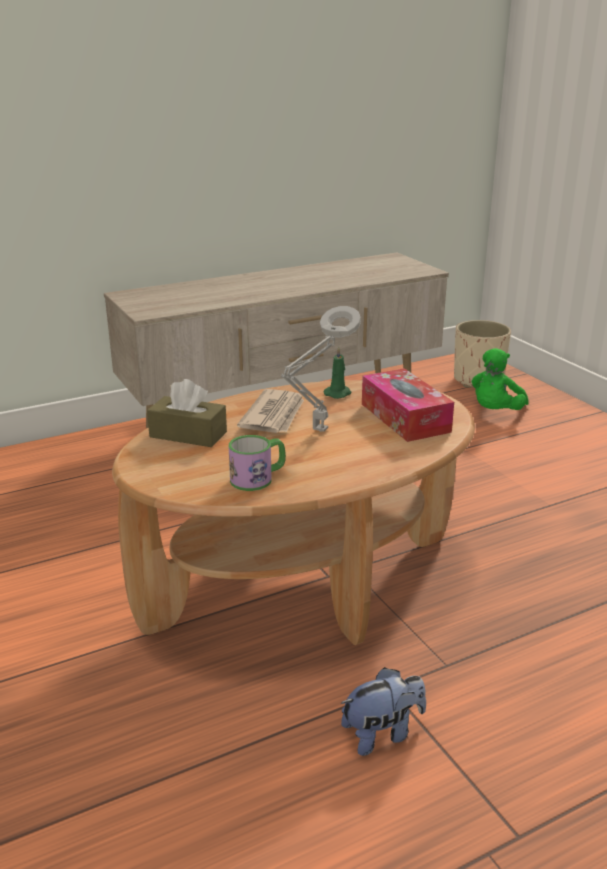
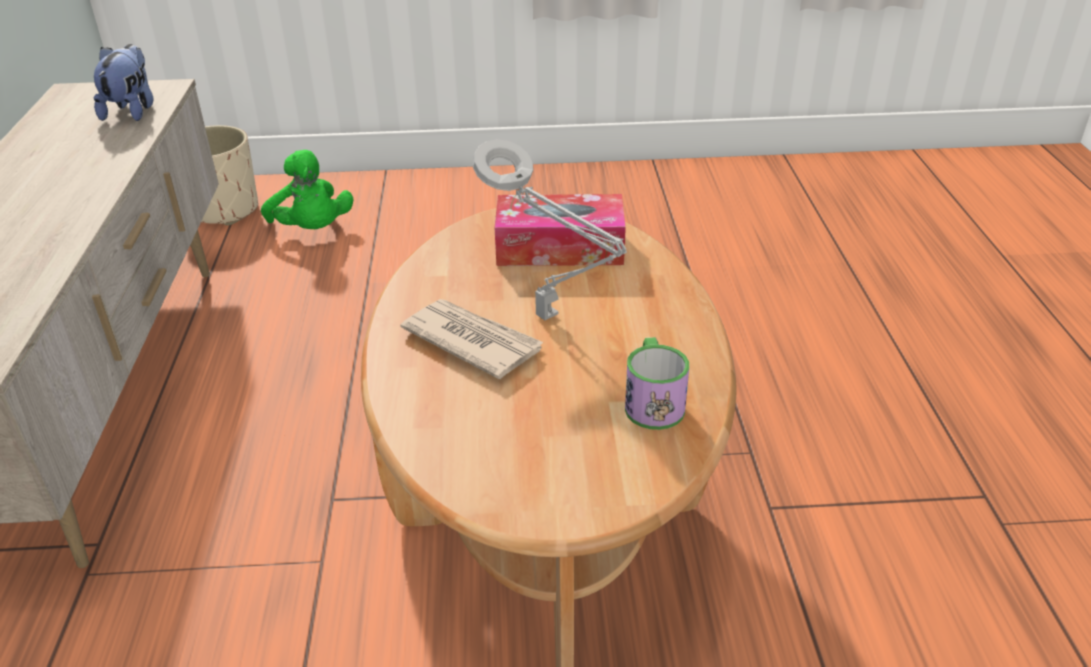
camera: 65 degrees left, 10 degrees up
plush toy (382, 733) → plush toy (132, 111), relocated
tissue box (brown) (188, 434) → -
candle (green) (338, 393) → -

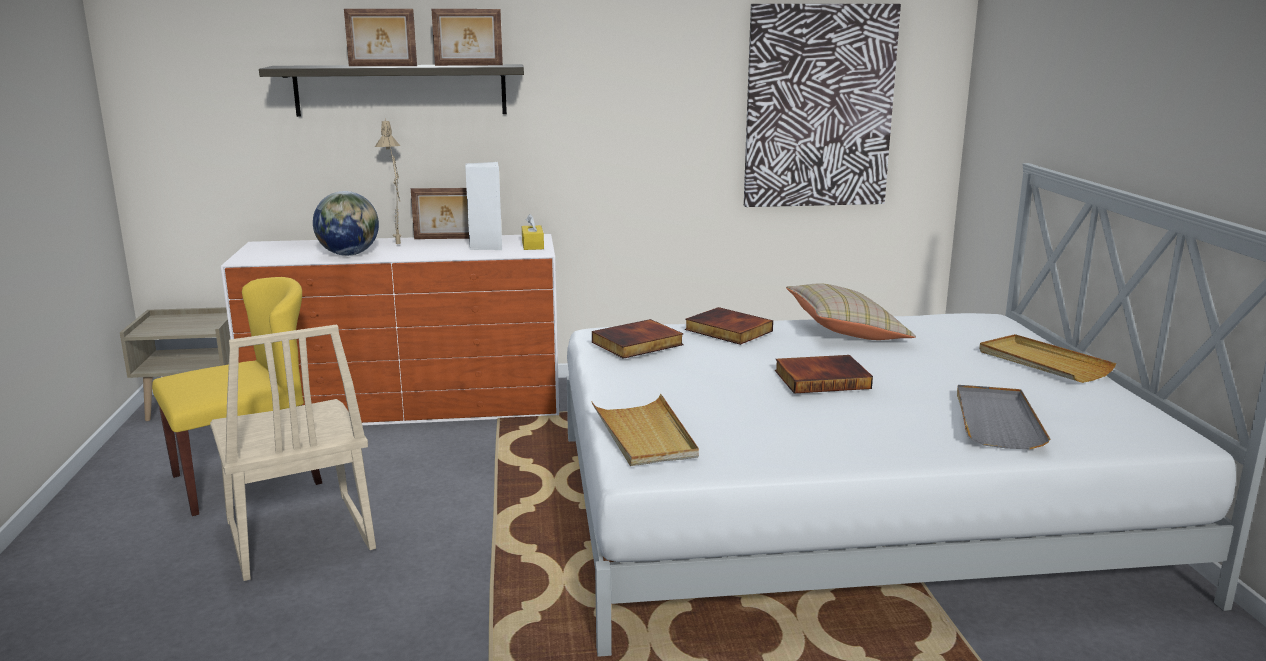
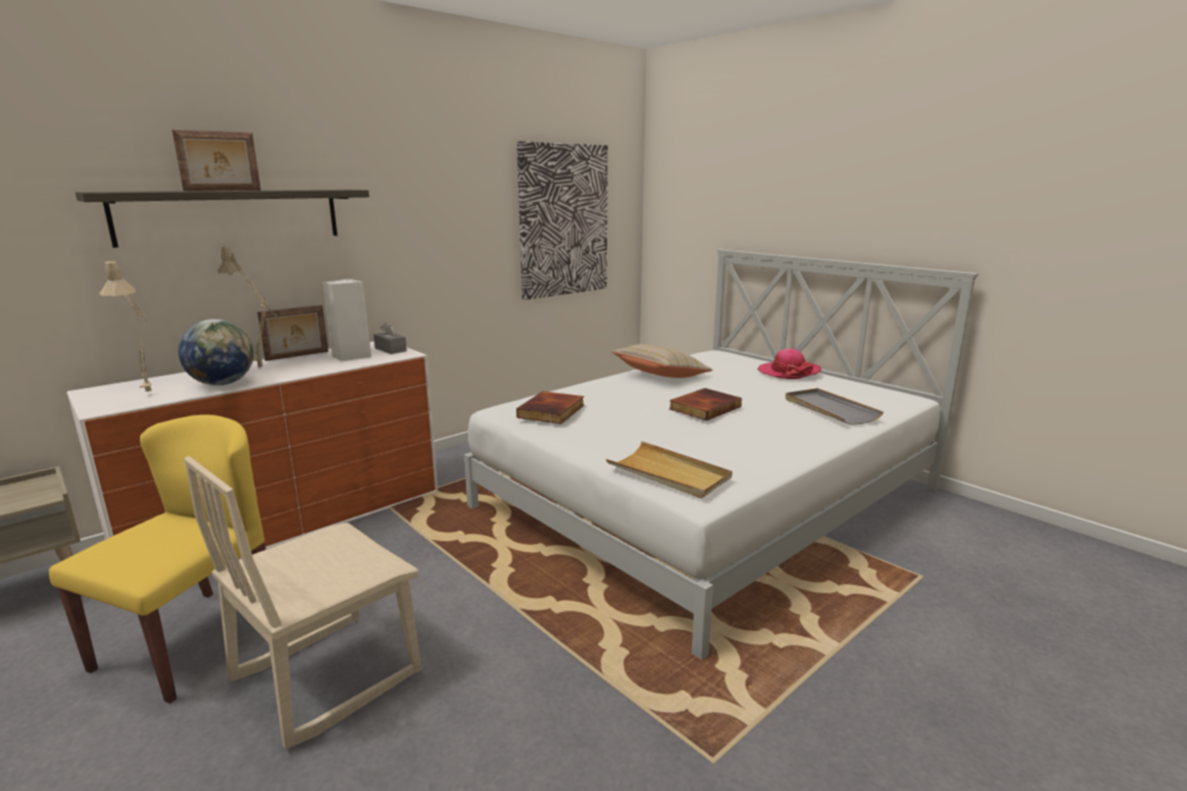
camera: 35 degrees left, 0 degrees up
- → table lamp (beige) (150, 391)
chair (beige) (297, 538) → chair (beige) (326, 675), 105 degrees clockwise
tissue box (yellow) (532, 245) → tissue box (grey) (390, 349)
tray (beige) (1042, 362) → hat (788, 372)
picture frame (468, 65) → -
book (727, 330) → -

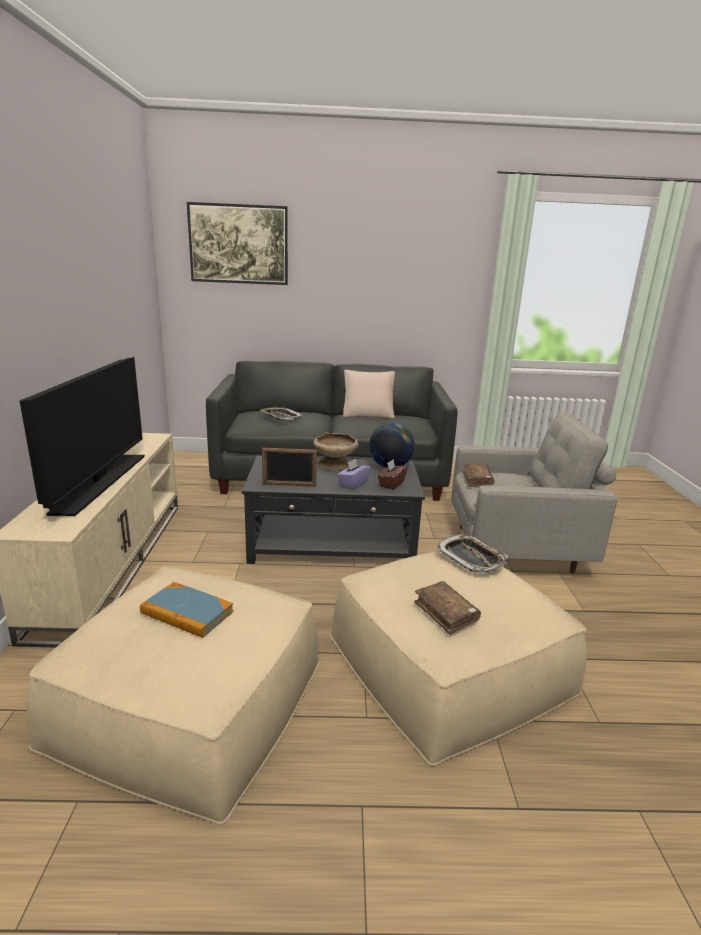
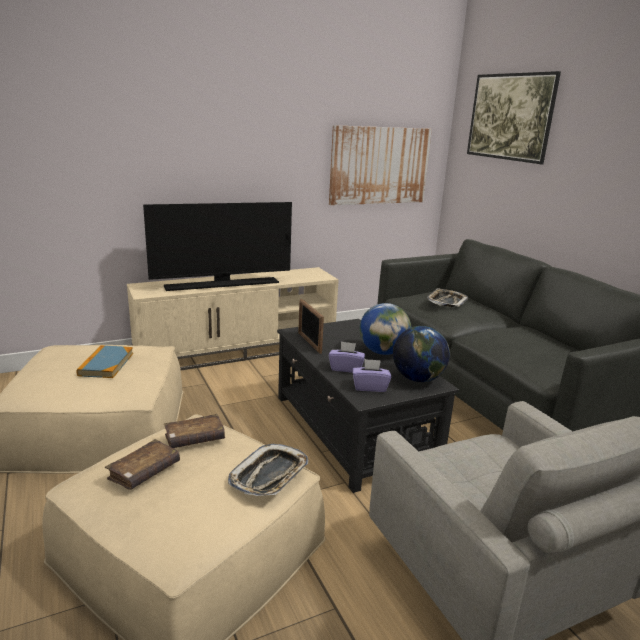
camera: 65 degrees right, 0 degrees up
book (brown) (477, 480) → book (brown) (194, 439), relocated
- → picture (379, 165)
tissue box (brown) (391, 484) → tissue box (purple) (370, 387)
bowl (beige) (335, 465) → globe (383, 352)
pillow (beige) (368, 414) → -

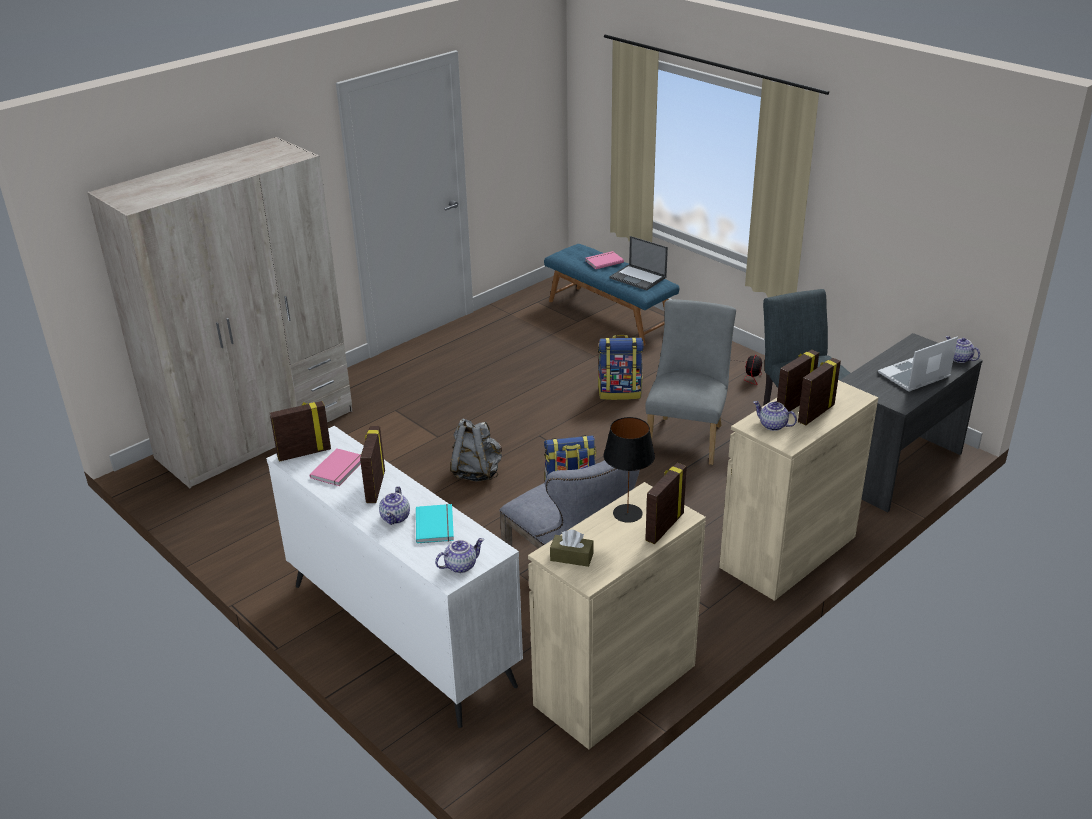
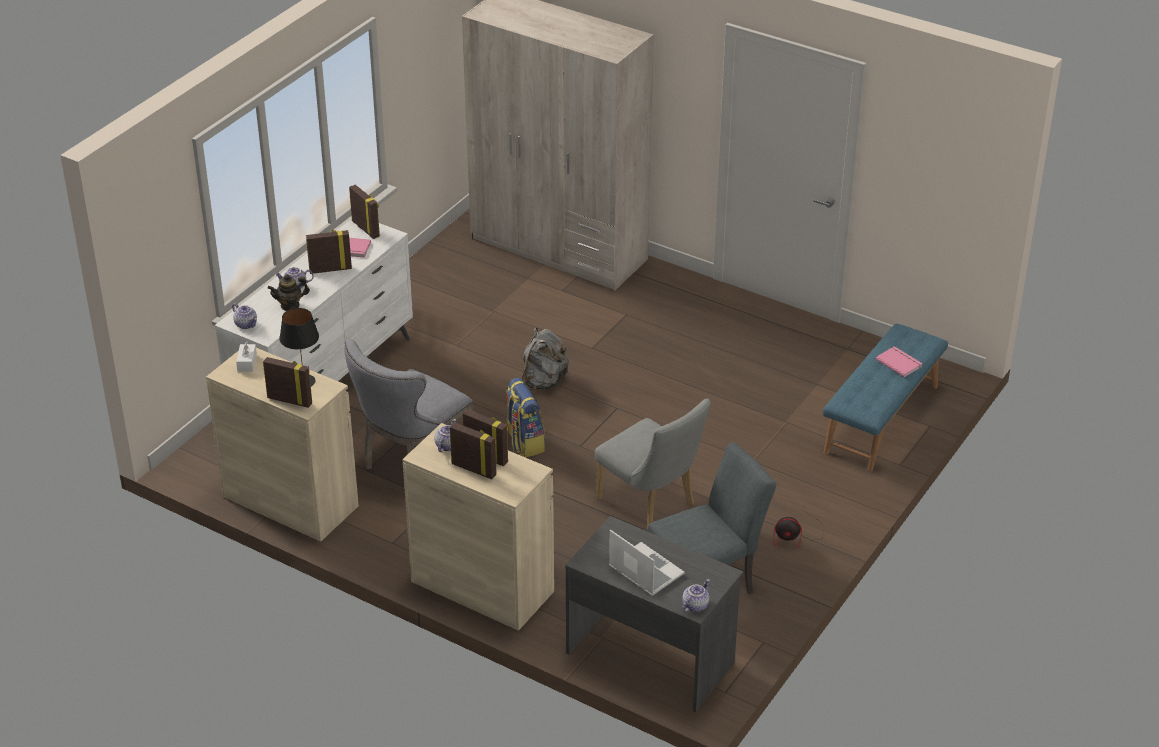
camera: 75 degrees right, 5 degrees up
tissue box (brown) (571, 557) → tissue box (white) (247, 363)
book (turquoise) (436, 525) → teapot (290, 305)
chair (grey) (687, 437) → chair (grey) (651, 504), 45 degrees clockwise
backpack (620, 392) → -
laptop (638, 278) → -

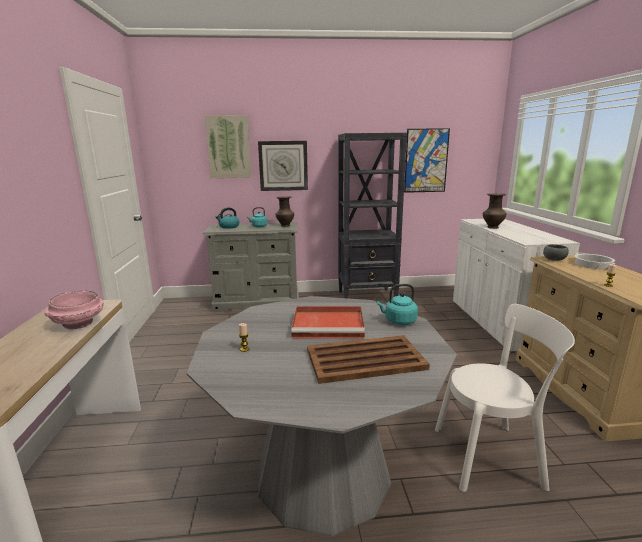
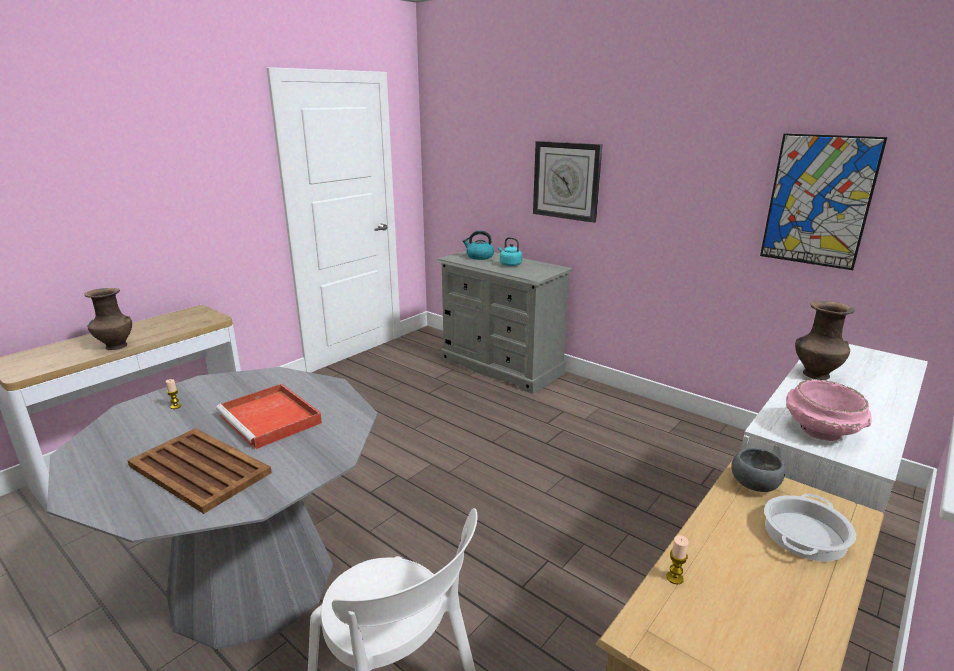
camera: 45 degrees right, 5 degrees up
vase (brown) (285, 226) → vase (brown) (115, 346), relocated
bowl (pink) (79, 324) → bowl (pink) (821, 430), relocated
picture (229, 147) → -
bookcase (black) (367, 297) → -
kettle (turquoise) (398, 321) → -

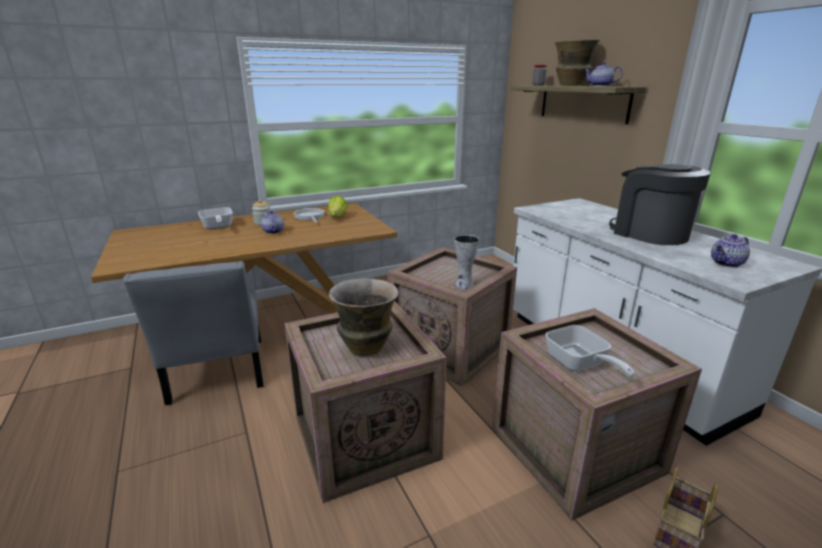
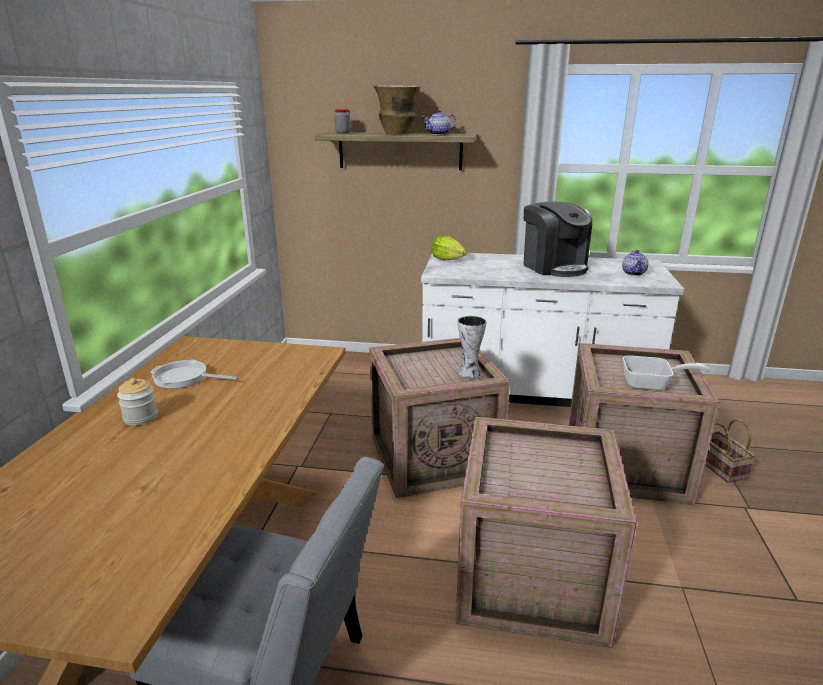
camera: 55 degrees left, 0 degrees up
lettuce (337, 217) → lettuce (447, 259), relocated
coffee machine (649, 233) → coffee machine (554, 267), 120 degrees counterclockwise
frying pan (217, 227) → -
teapot (273, 231) → -
vase (366, 347) → -

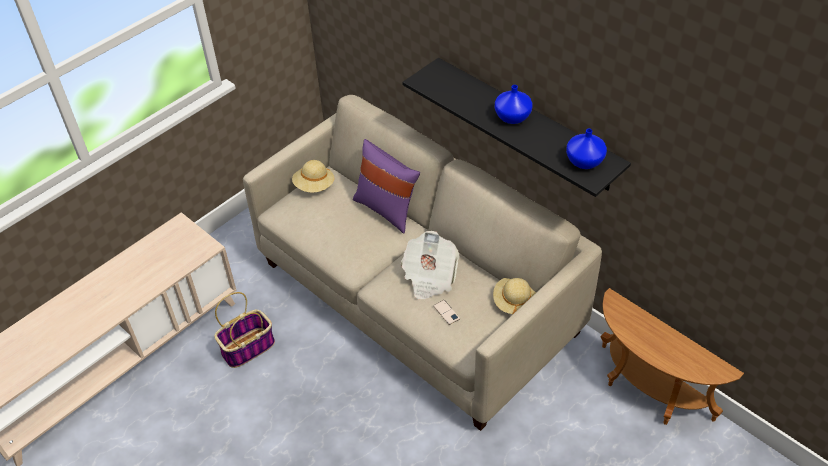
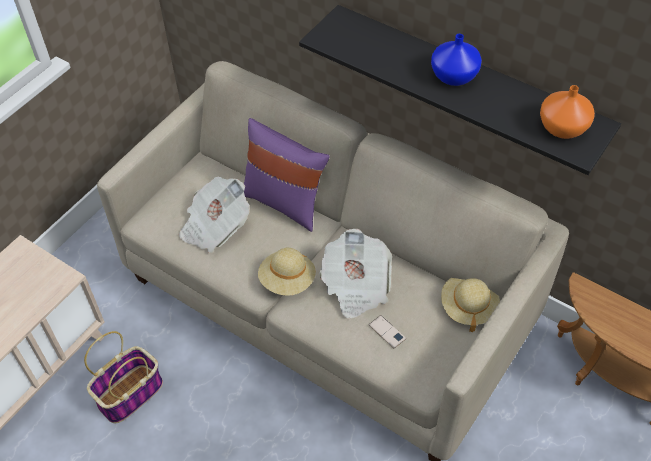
camera: 10 degrees left, 5 degrees up
- → newspaper (215, 226)
hat (beige) (314, 186) → hat (beige) (287, 280), relocated
vase (blue) (583, 161) → vase (orange) (561, 127)

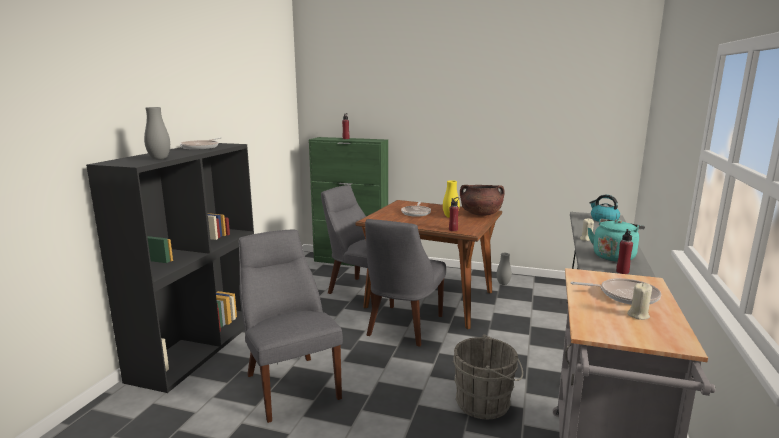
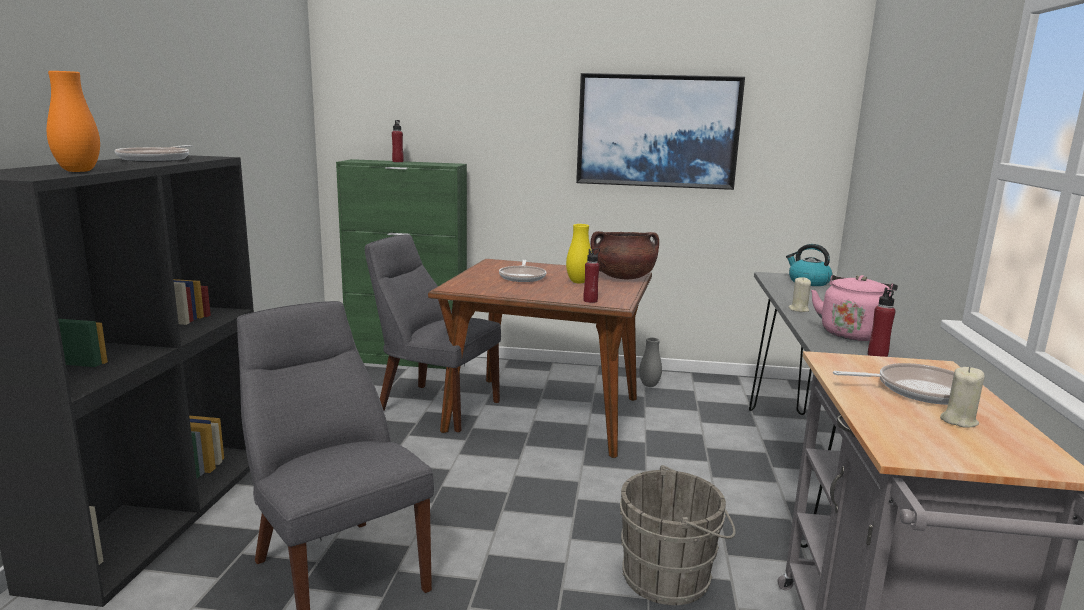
camera: 10 degrees left, 0 degrees up
vase (grey) (159, 159) → vase (orange) (78, 171)
- → picture (657, 131)
kettle (turquoise) (614, 256) → kettle (pink) (852, 333)
chair (grey) (403, 327) → -

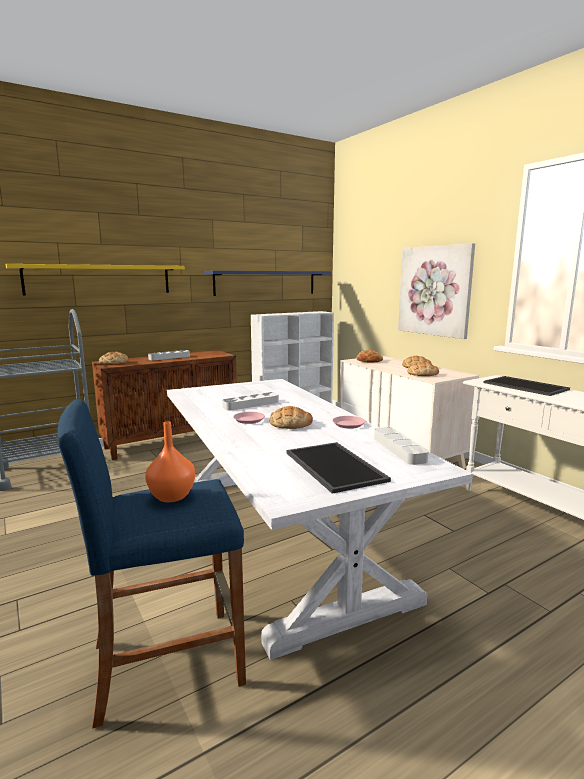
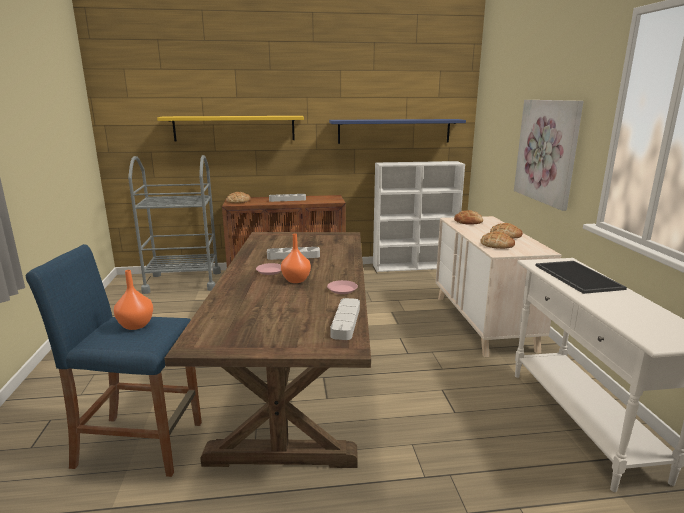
camera: 25 degrees right, 5 degrees up
dining table (white) (278, 535) → dining table (brown) (295, 374)
bread (290, 423) → vase (orange) (296, 280)
tray (332, 466) → -

